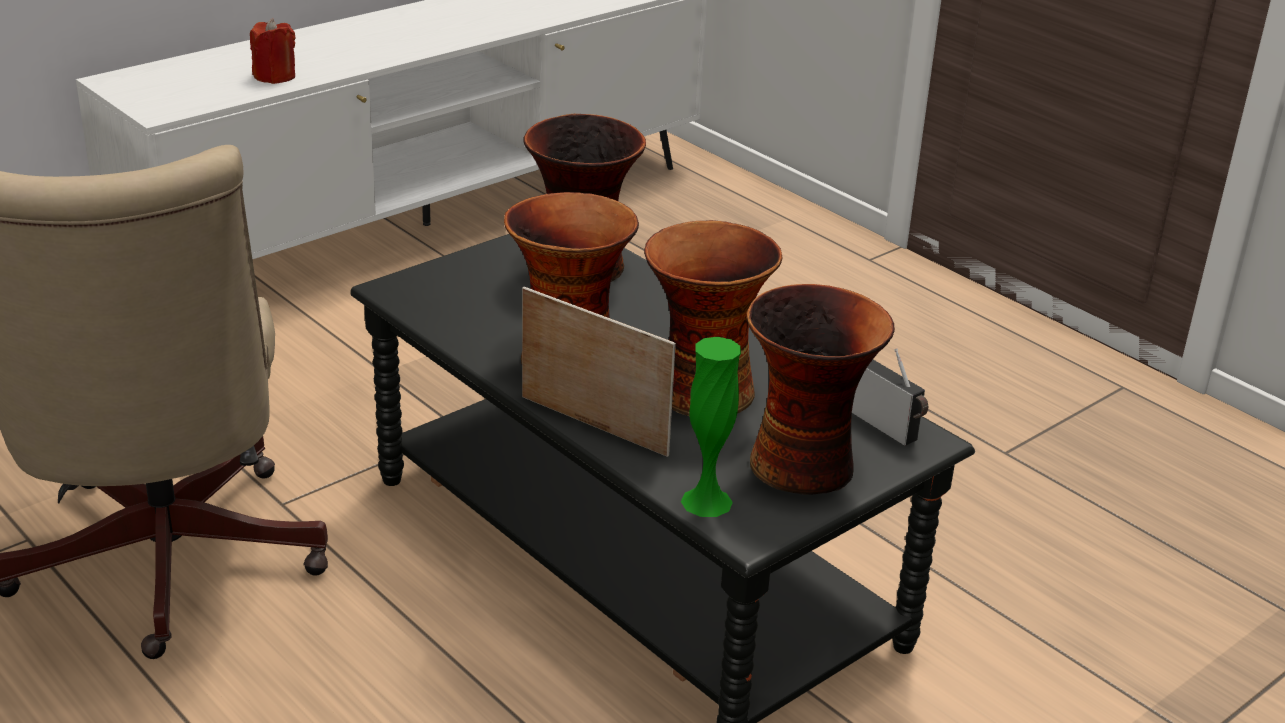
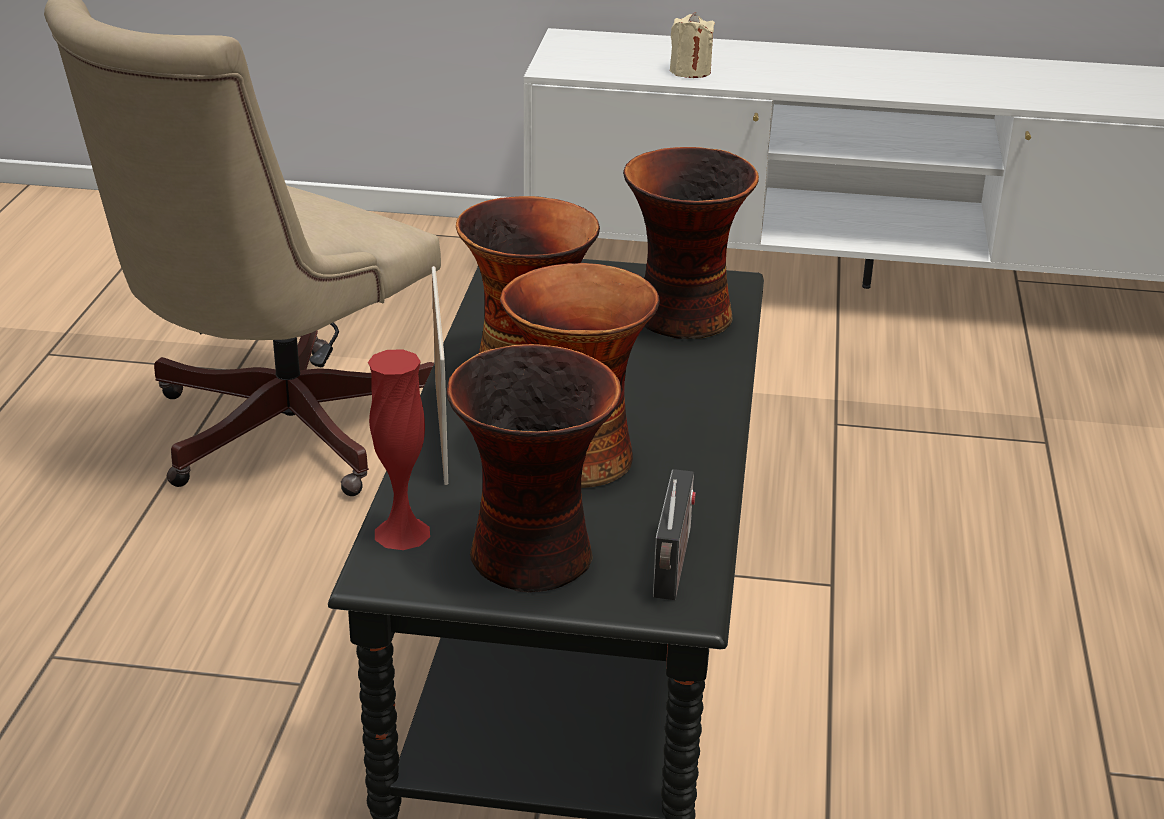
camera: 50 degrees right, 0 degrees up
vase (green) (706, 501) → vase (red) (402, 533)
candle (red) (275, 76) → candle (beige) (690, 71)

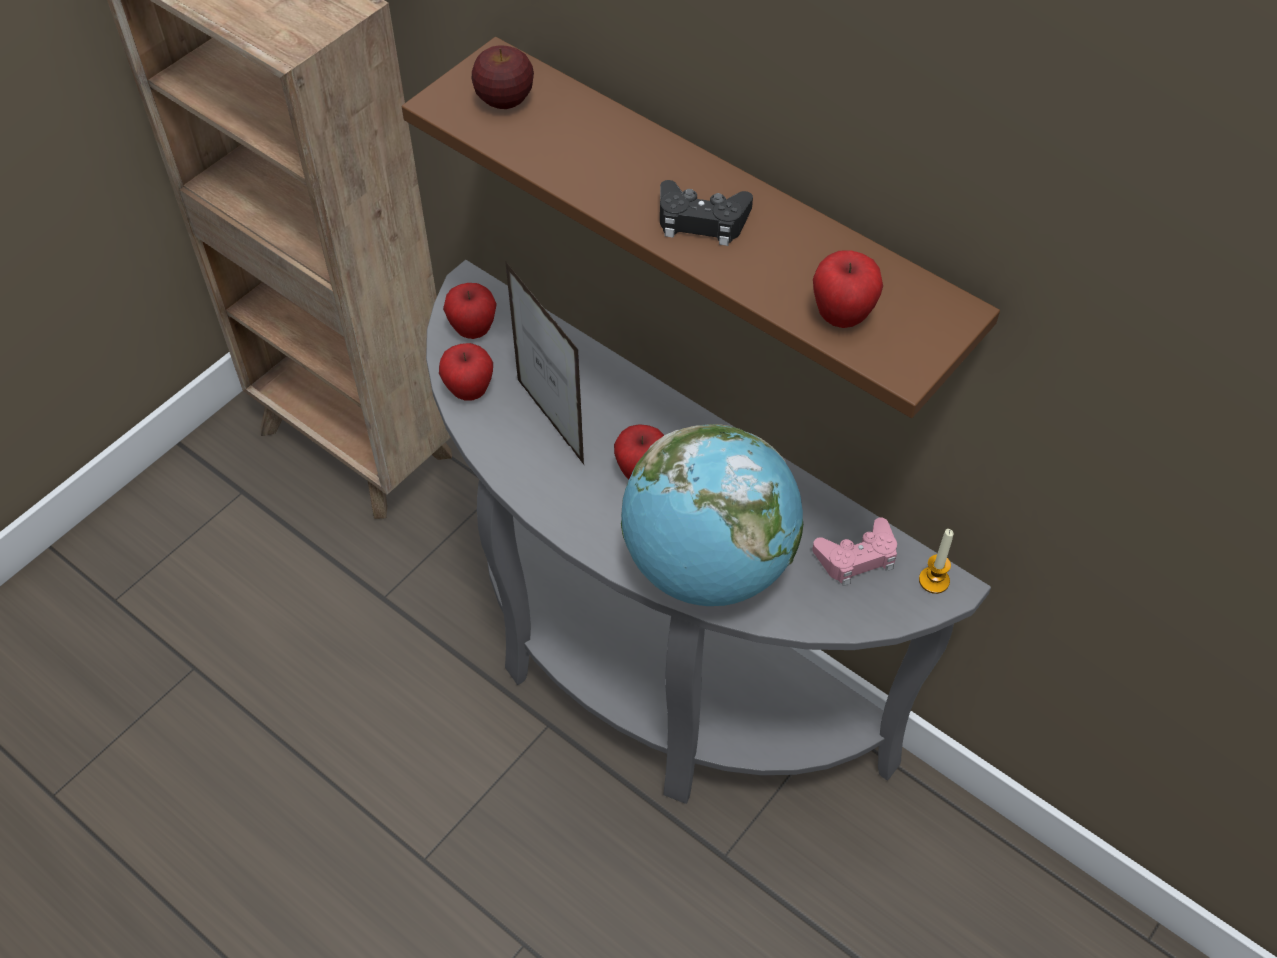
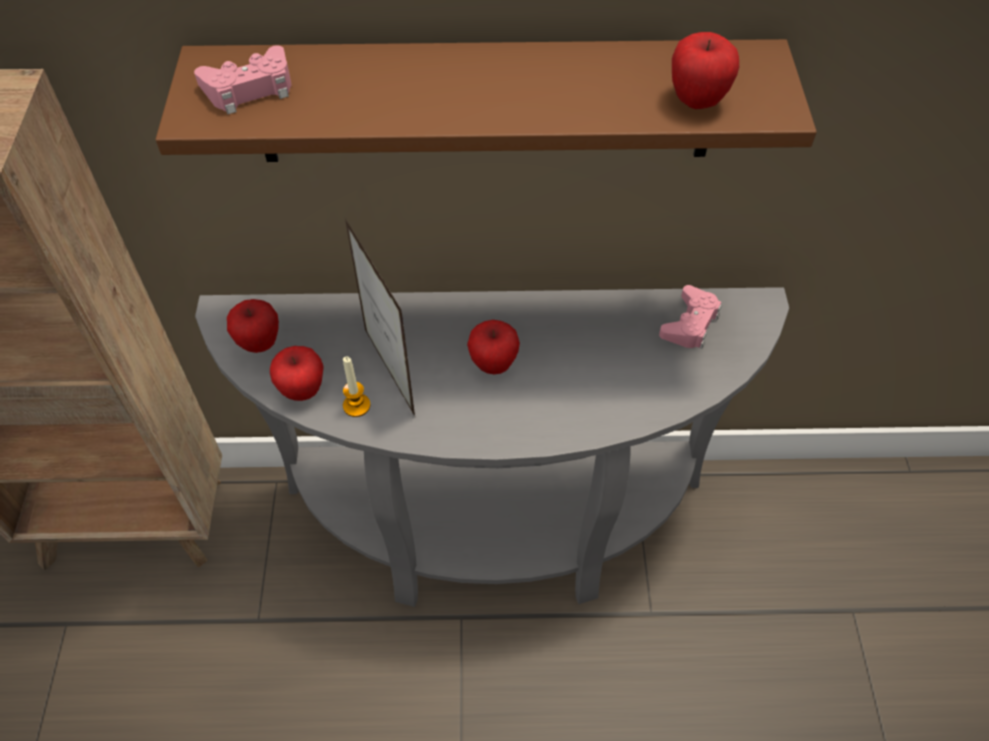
camera: 40 degrees left, 0 degrees up
apple (505, 101) → game controller (pink) (250, 88)
candle (934, 580) → candle (356, 405), relocated
picture frame (550, 422) → picture frame (389, 372), 45 degrees clockwise
globe (708, 566) → -
game controller (black) (701, 220) → -

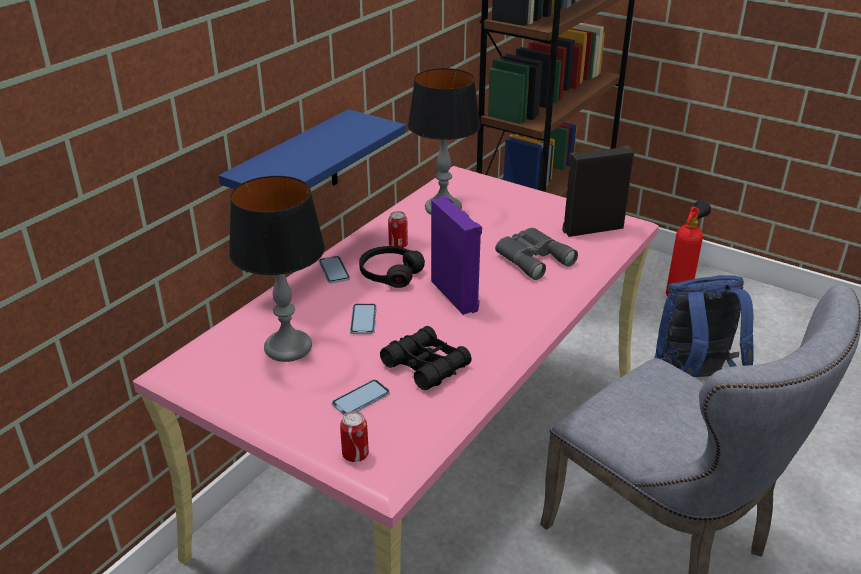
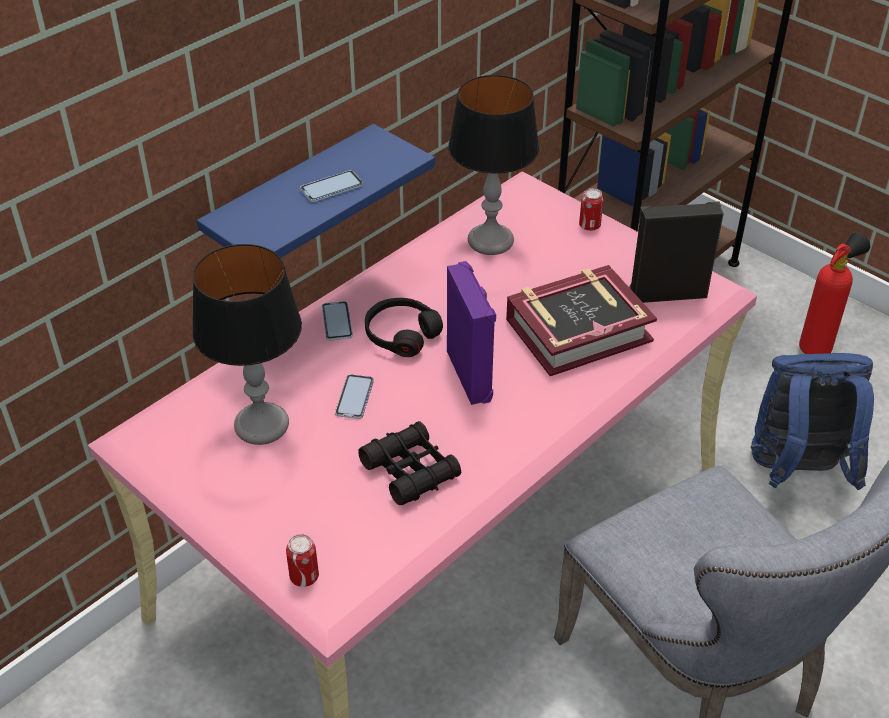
camera: 10 degrees right, 10 degrees up
phone (361, 399) → phone (331, 187), relocated
binoculars (grey) (531, 257) → book (578, 330)
can (398, 245) → can (589, 225), relocated

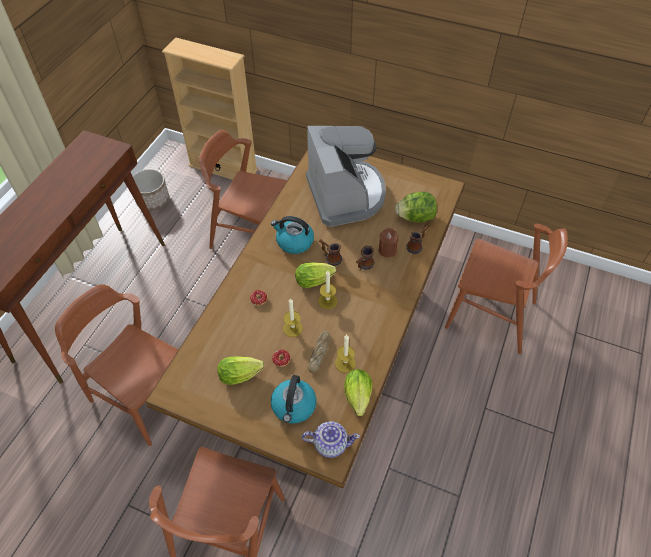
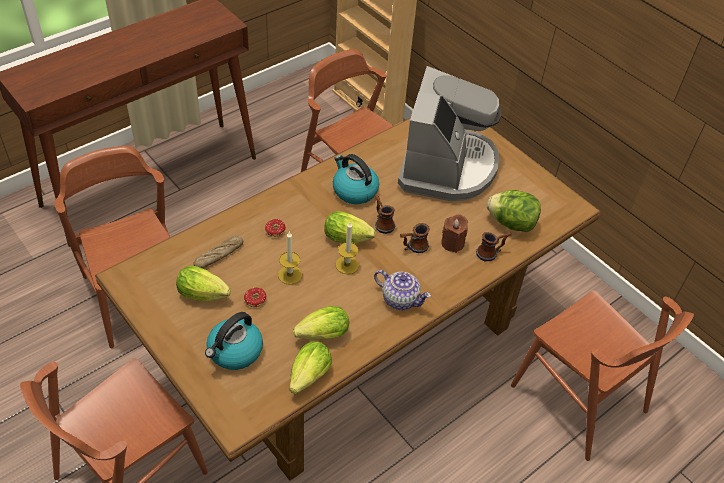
camera: 25 degrees right, 5 degrees down
bread (319, 353) → bread (219, 255), relocated
candle (345, 363) → lettuce (320, 336)
teapot (330, 444) → teapot (400, 299), relocated
planter (152, 200) → -

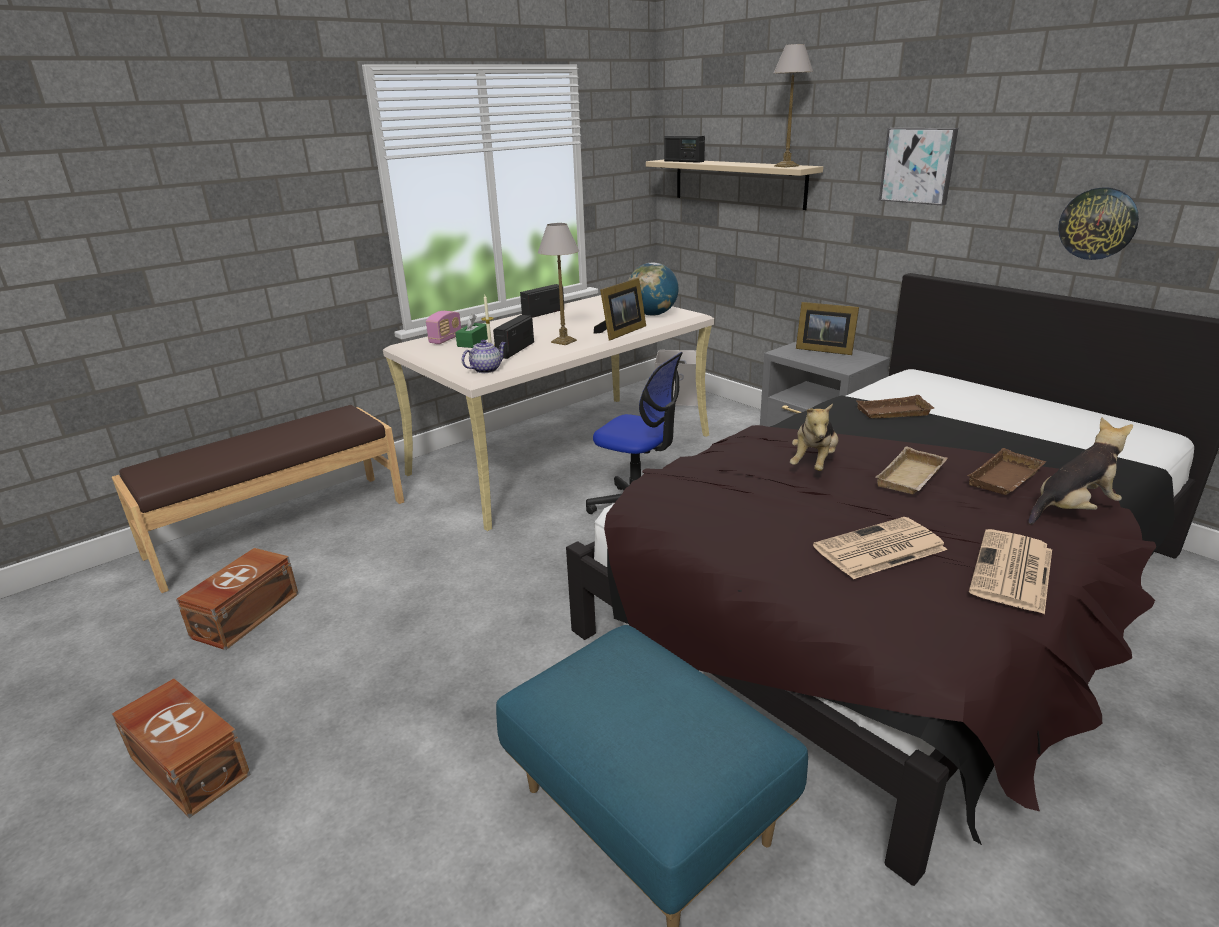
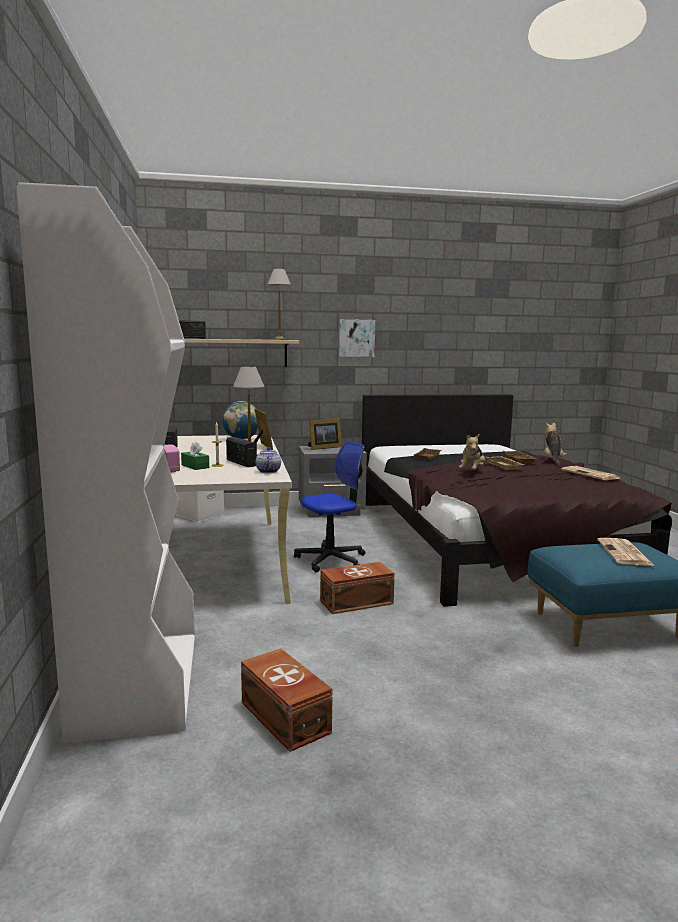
camera: 60 degrees left, 15 degrees down
bench (brown) (279, 527) → bookcase (white) (137, 683)
storage box (brown) (190, 764) → storage box (brown) (355, 602), relocated
plush toy (814, 463) → plush toy (472, 471), 60 degrees clockwise
newspaper (878, 549) → newspaper (625, 553), relocated
wall clock (1098, 223) → -

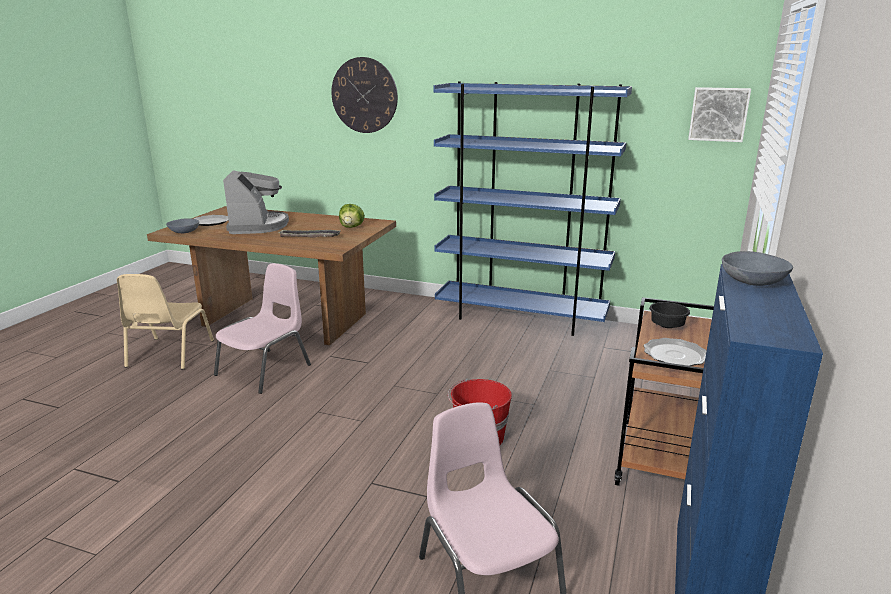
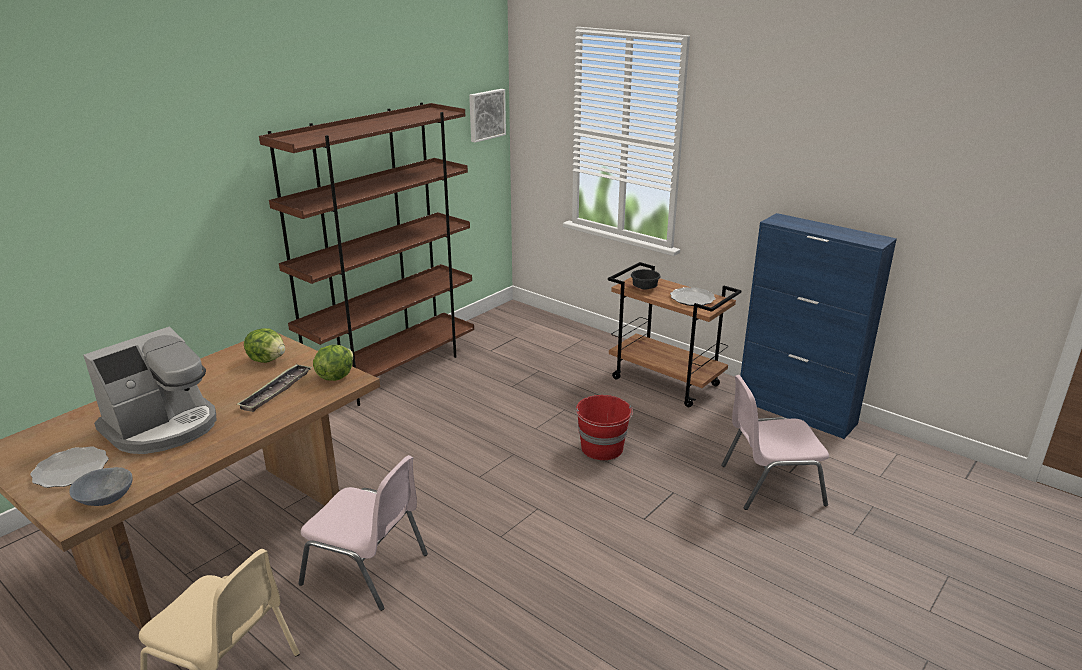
camera: 70 degrees left, 5 degrees up
coffee machine (258, 226) → coffee machine (163, 427), 120 degrees clockwise
bookcase (blue) (520, 318) → bookcase (brown) (393, 371)
chair (pink) (265, 370) → chair (pink) (367, 569), 150 degrees clockwise
- → lettuce (335, 376)
wall clock (364, 95) → -
bowl (grey) (754, 281) → -

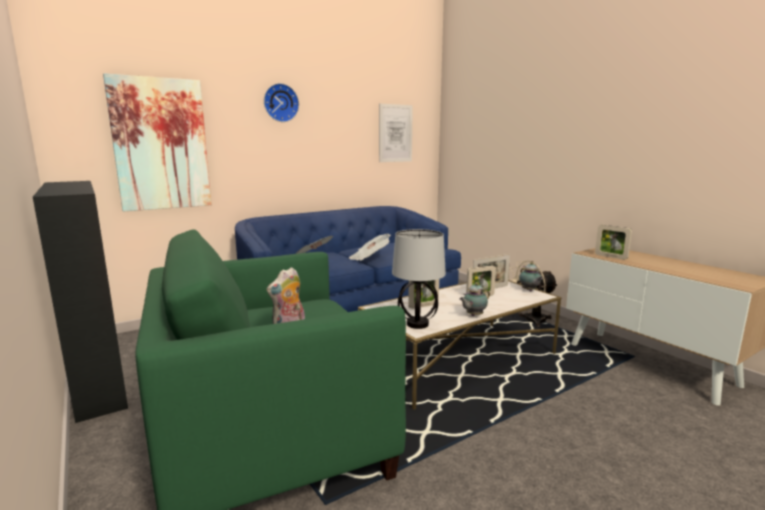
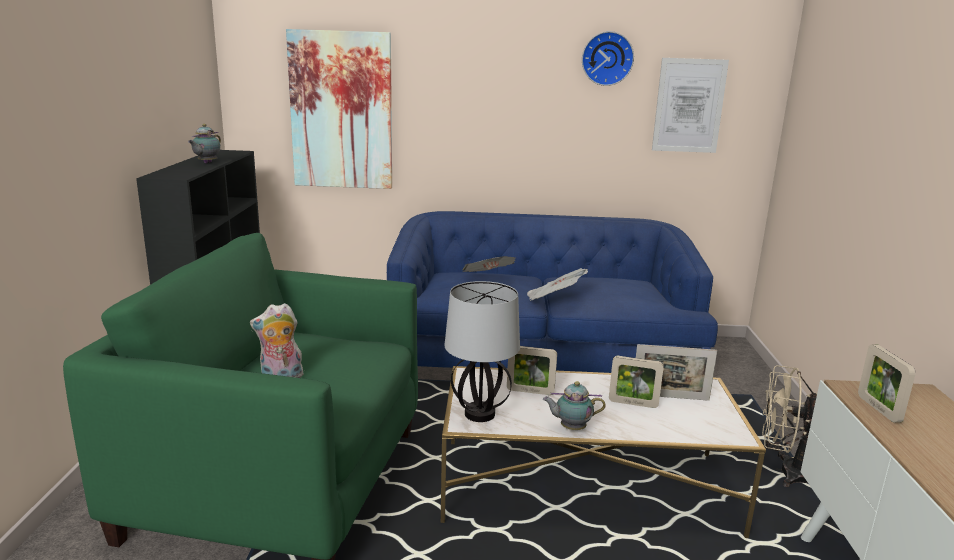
camera: 35 degrees right, 5 degrees up
teapot (529, 291) → teapot (206, 163), relocated
wall clock (280, 103) → wall clock (607, 58), relocated

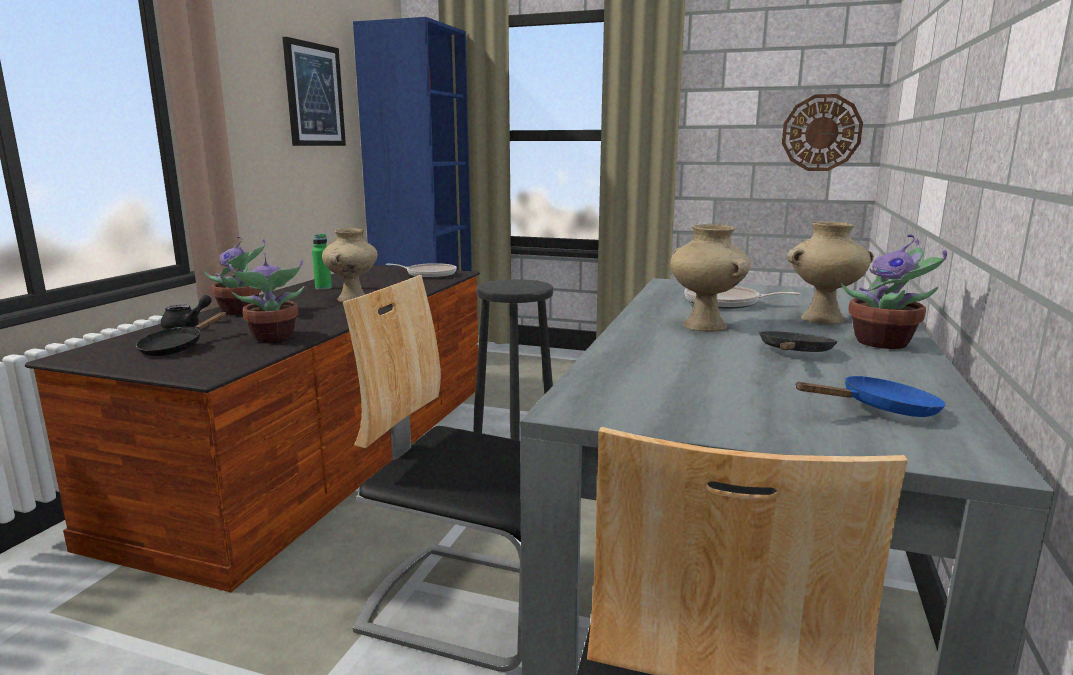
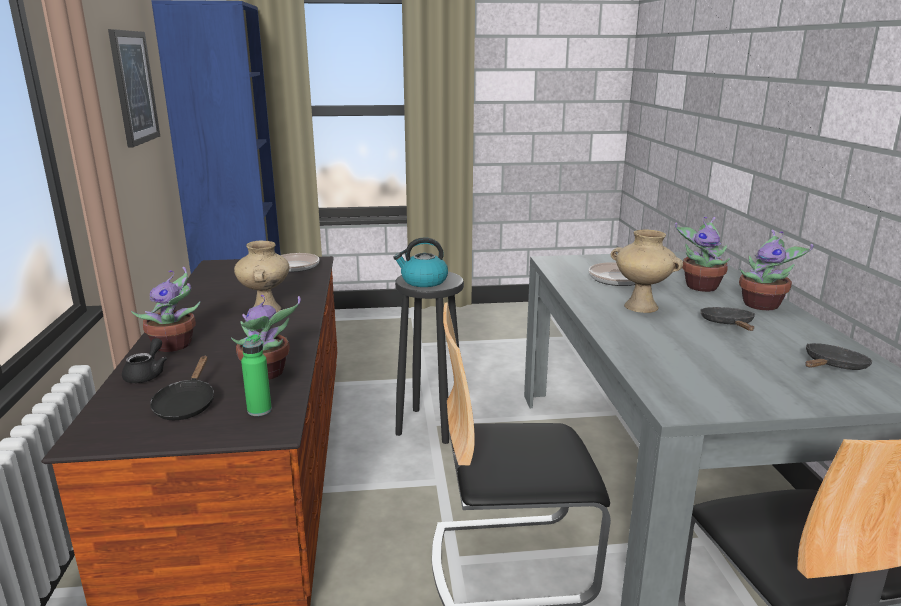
camera: 25 degrees left, 5 degrees up
bottle (green) (323, 288) → bottle (green) (259, 410), relocated
- → kettle (423, 281)
vase (beige) (823, 319) → potted plant (700, 286)
frying pan (blue) (881, 410) → frying pan (black) (832, 366)
wall clock (821, 133) → -

